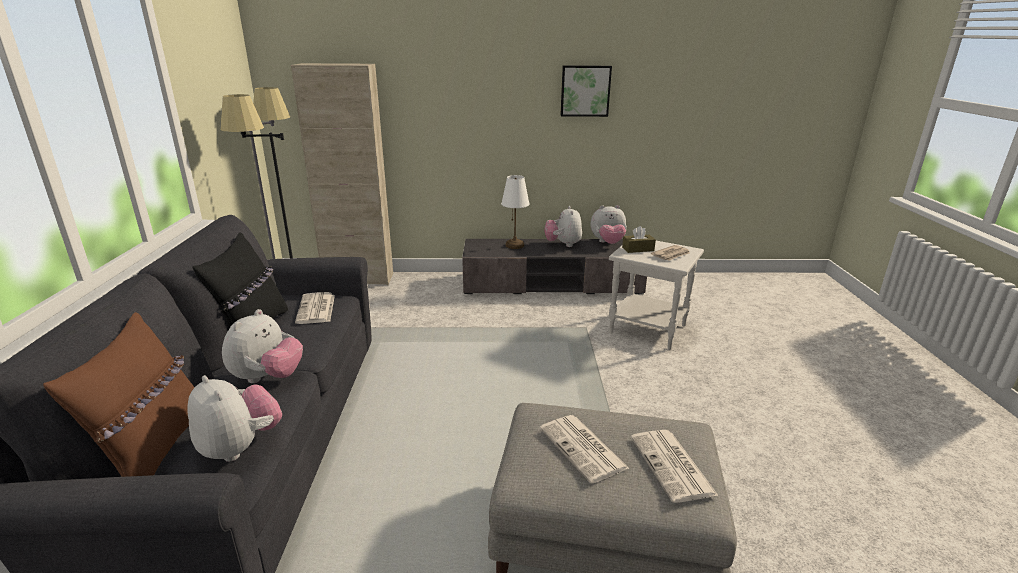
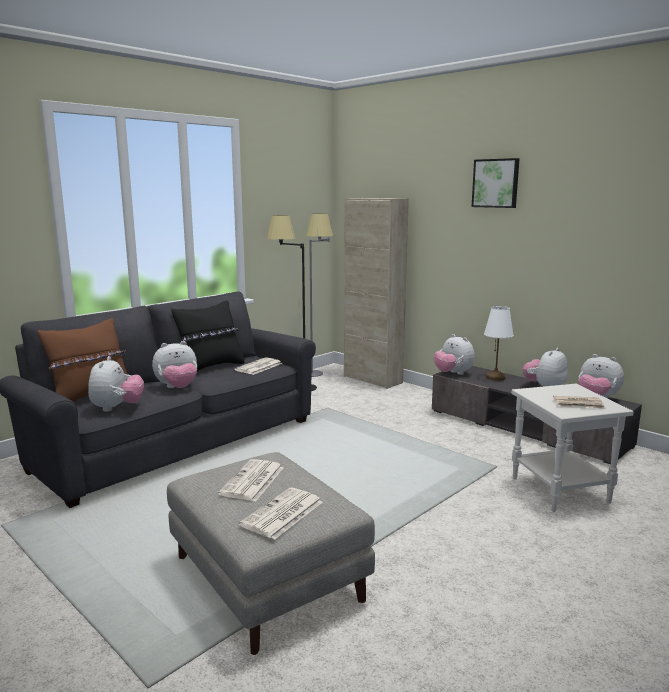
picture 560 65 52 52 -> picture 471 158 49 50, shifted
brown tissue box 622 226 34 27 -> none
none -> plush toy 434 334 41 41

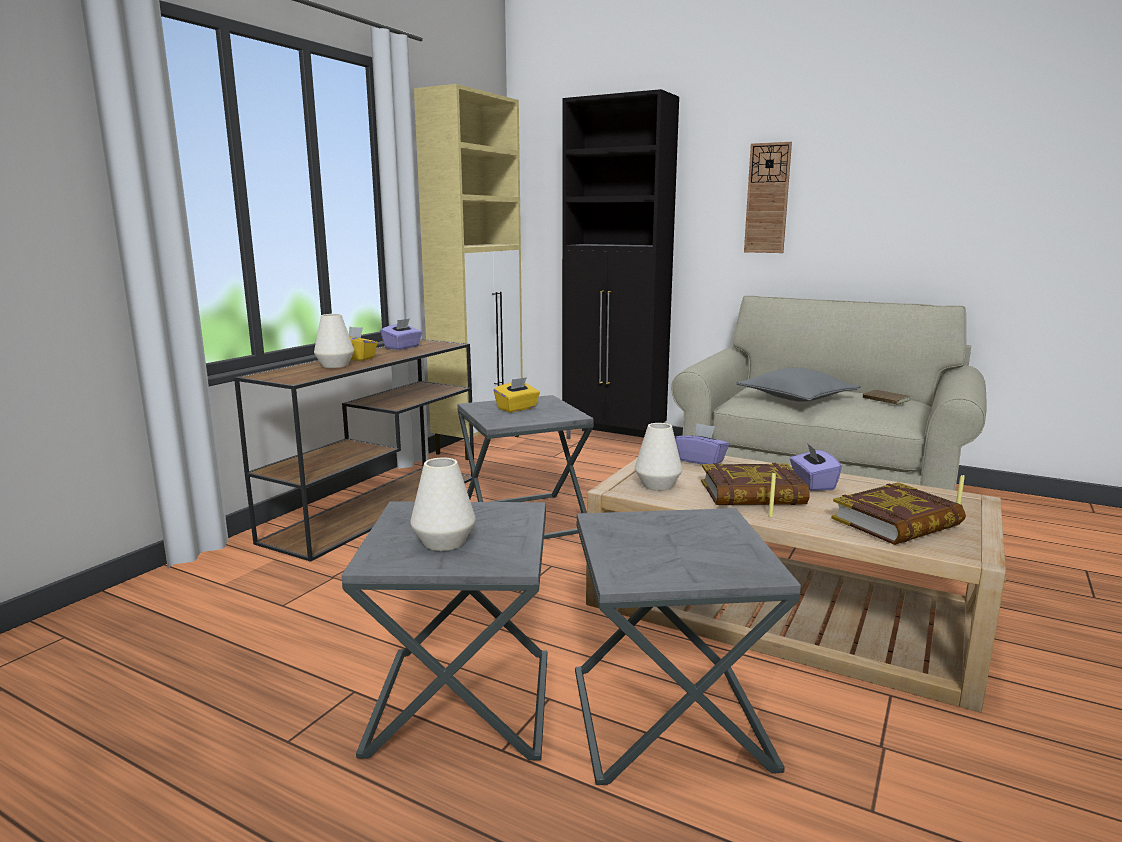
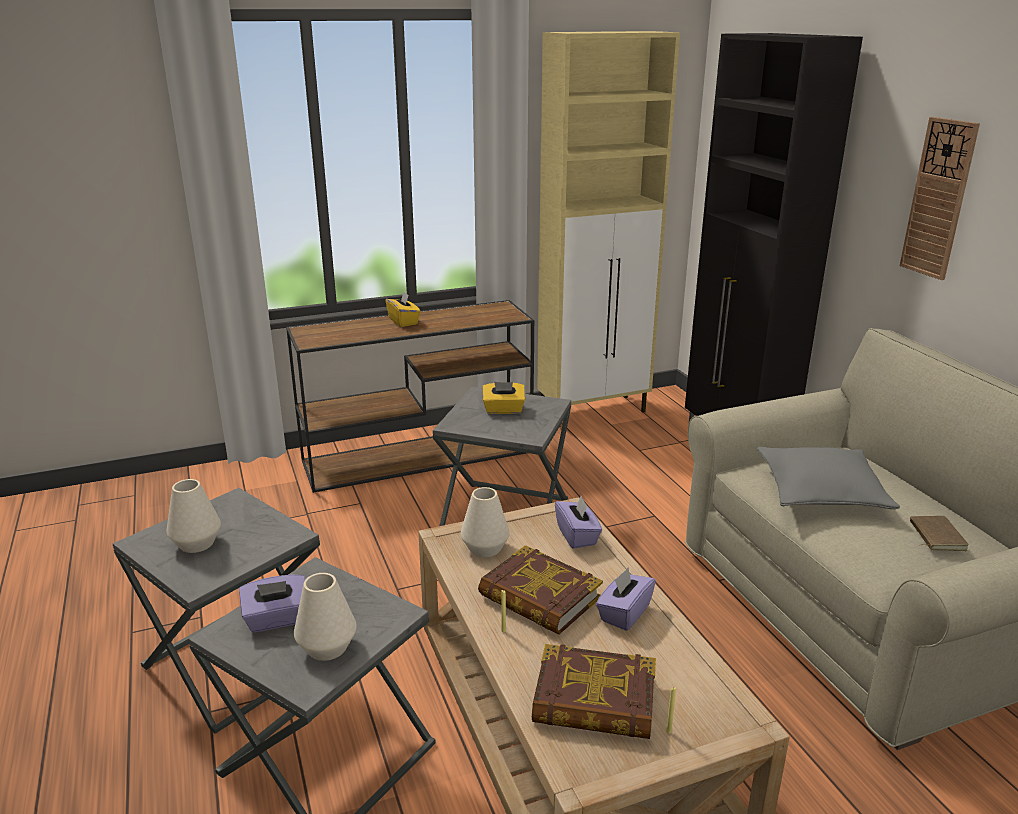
white vase 314 314 40 54 -> white vase 294 573 63 88, shifted
purple tissue box 380 318 42 32 -> purple tissue box 239 574 66 58, shifted

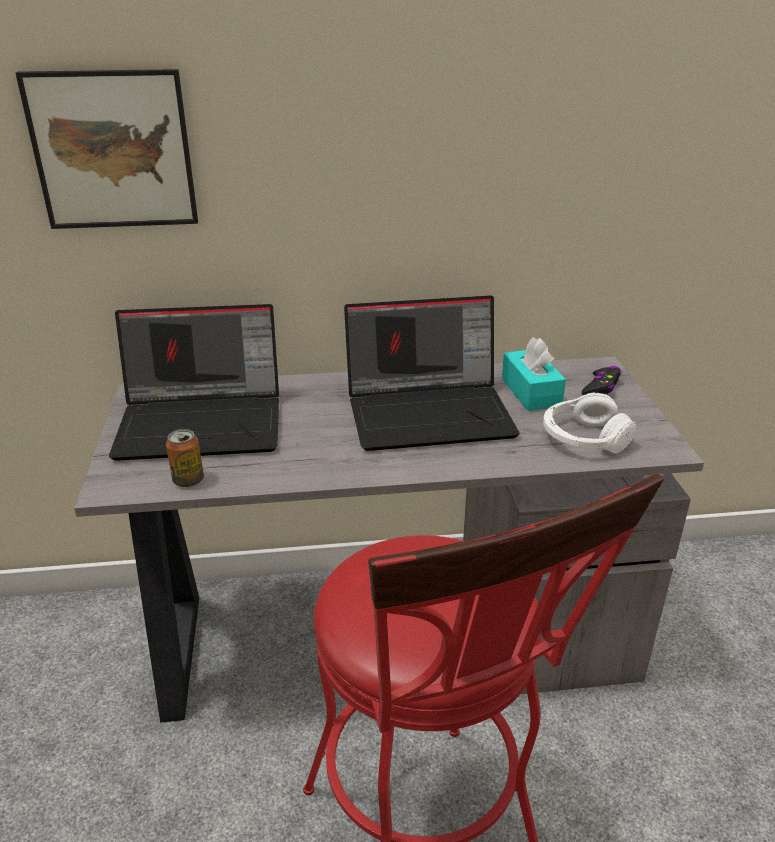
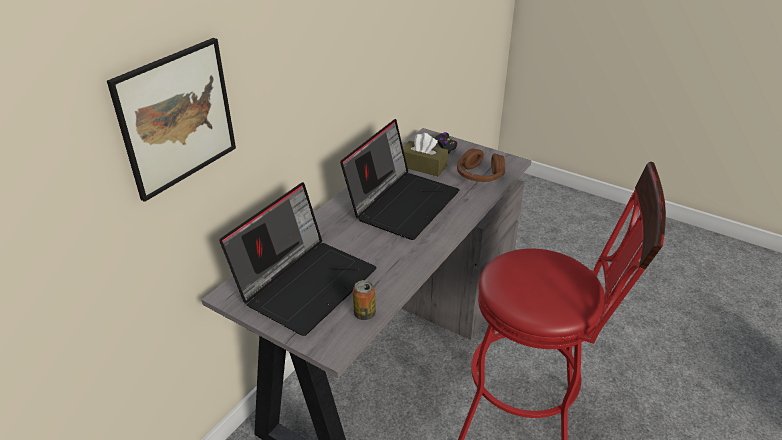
turquoise tissue box 502 337 64 74 -> brown tissue box 403 133 45 43
white headphones 543 393 94 60 -> brown headphones 457 148 48 34

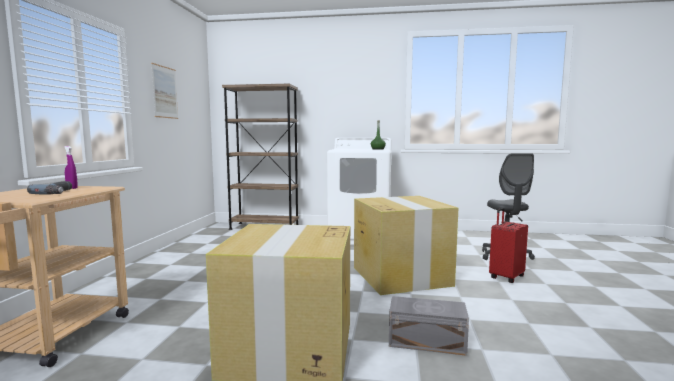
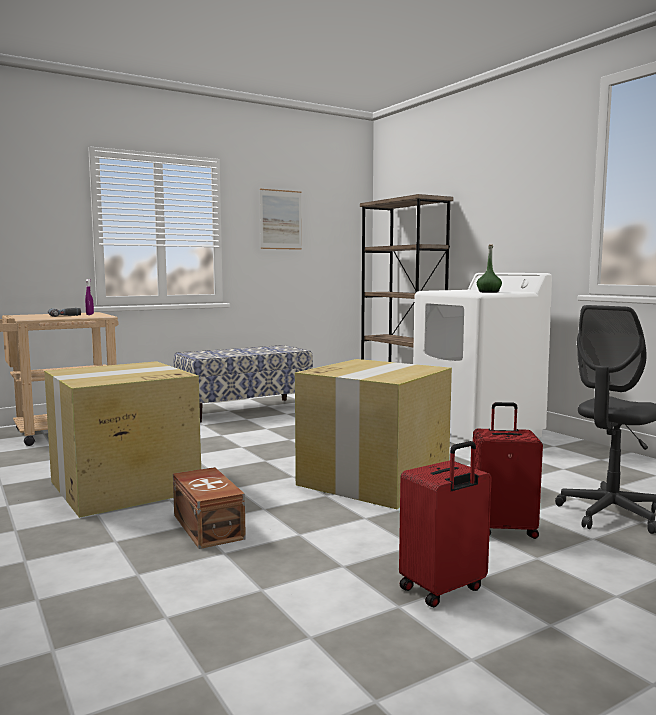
grey storage box 389 296 80 60 -> brown storage box 173 467 73 82
none -> bench 174 345 139 78
none -> red suitcase 399 441 92 166

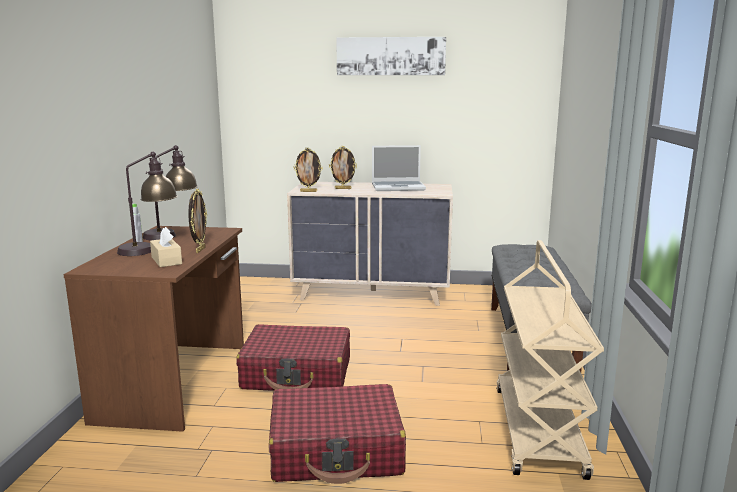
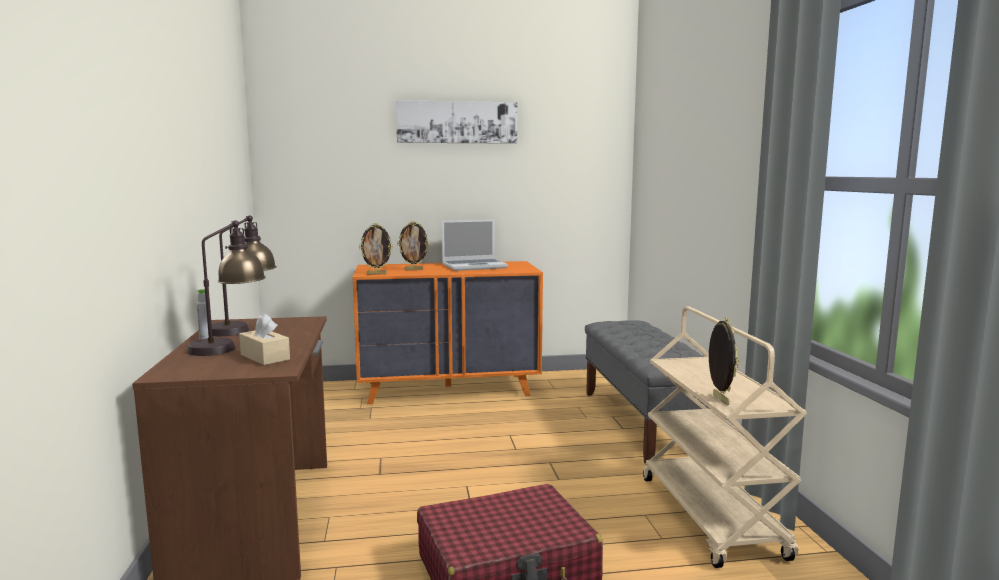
beige dresser 287 182 166 124 -> orange dresser 352 261 191 143
picture frame 188 189 19 64 -> picture frame 709 318 30 87, shifted
red suitcase 236 324 114 67 -> none

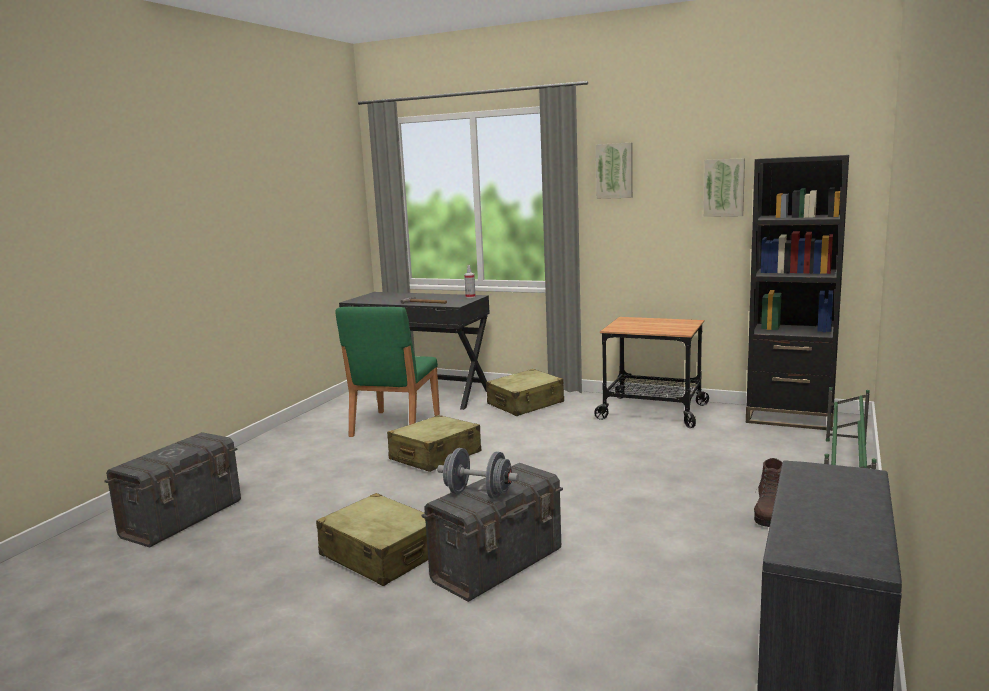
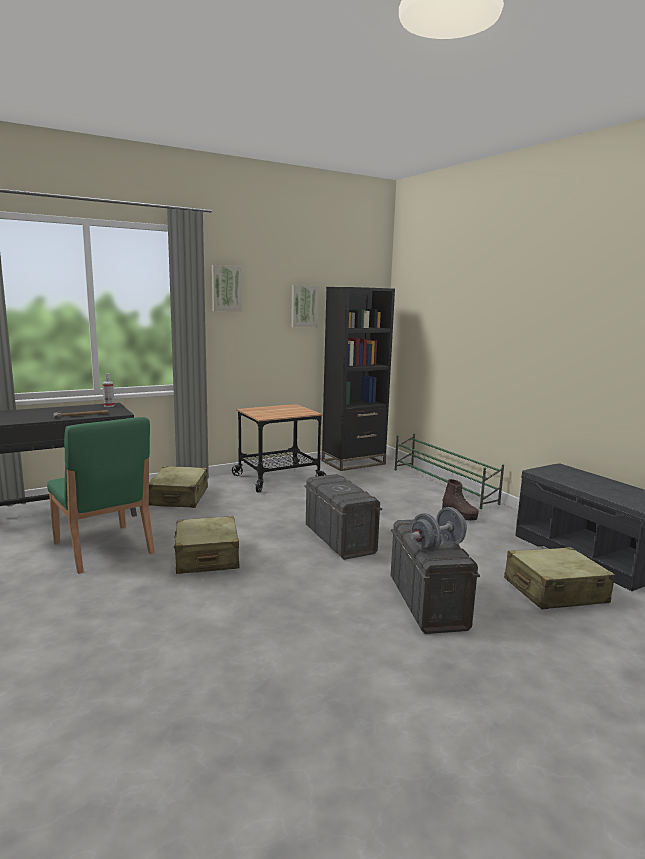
grey storage box 104 432 137 116 -> grey storage box 304 474 78 86, shifted
beige suitcase 316 493 112 93 -> beige suitcase 504 547 111 62, shifted

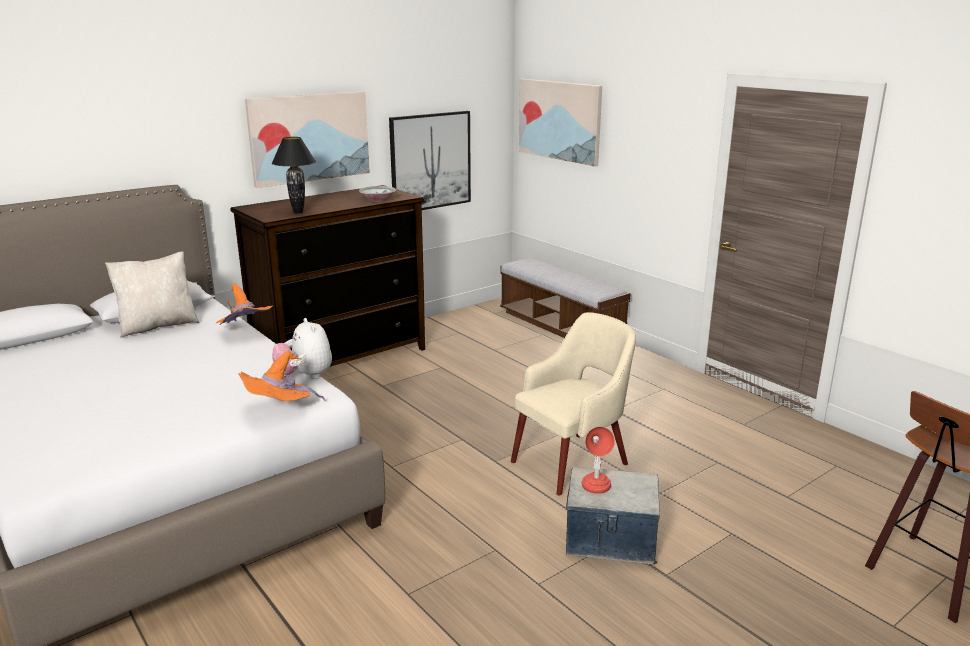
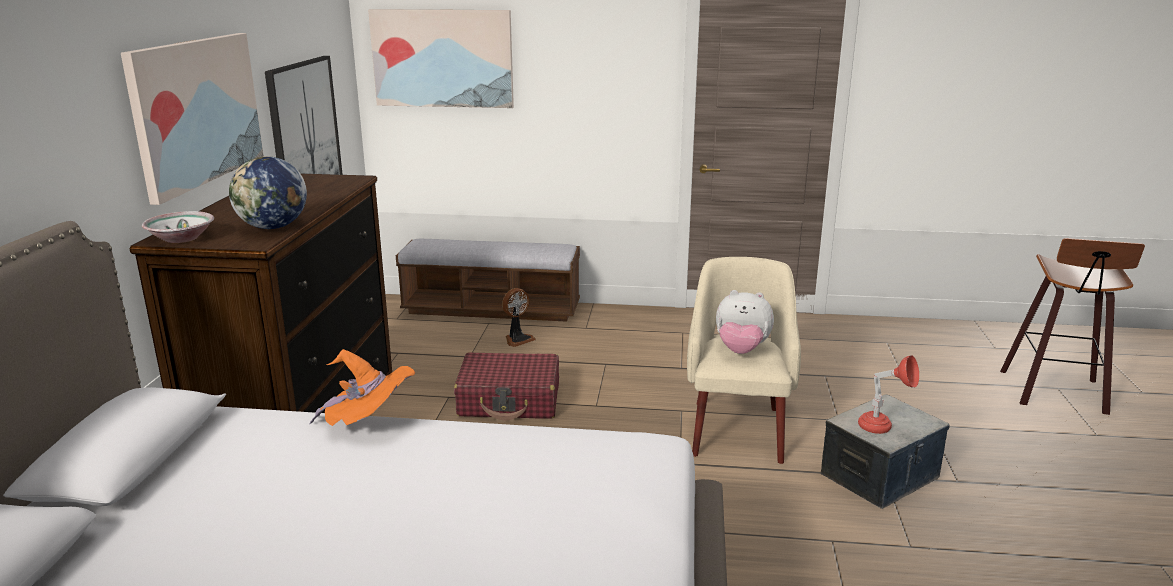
black table lamp 272 137 44 77 -> globe 229 156 78 73
bowl 359 186 37 16 -> bowl 142 211 72 32, shifted
beige pillow 105 251 94 87 -> none
plush toy 273 318 59 61 -> plush toy 716 290 58 64, shifted
orange hat 238 350 88 51 -> none
none -> fan 502 288 34 59
none -> red suitcase 454 352 105 68

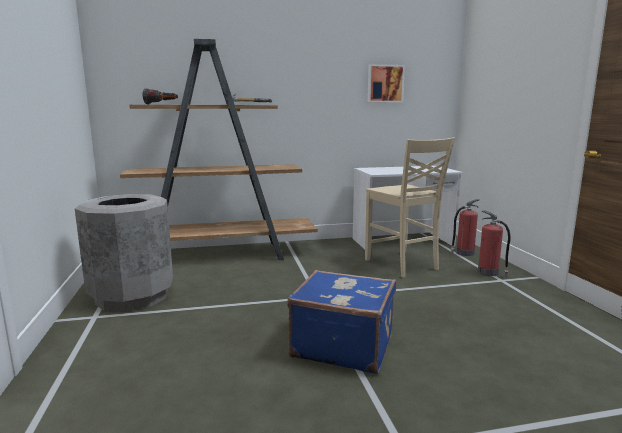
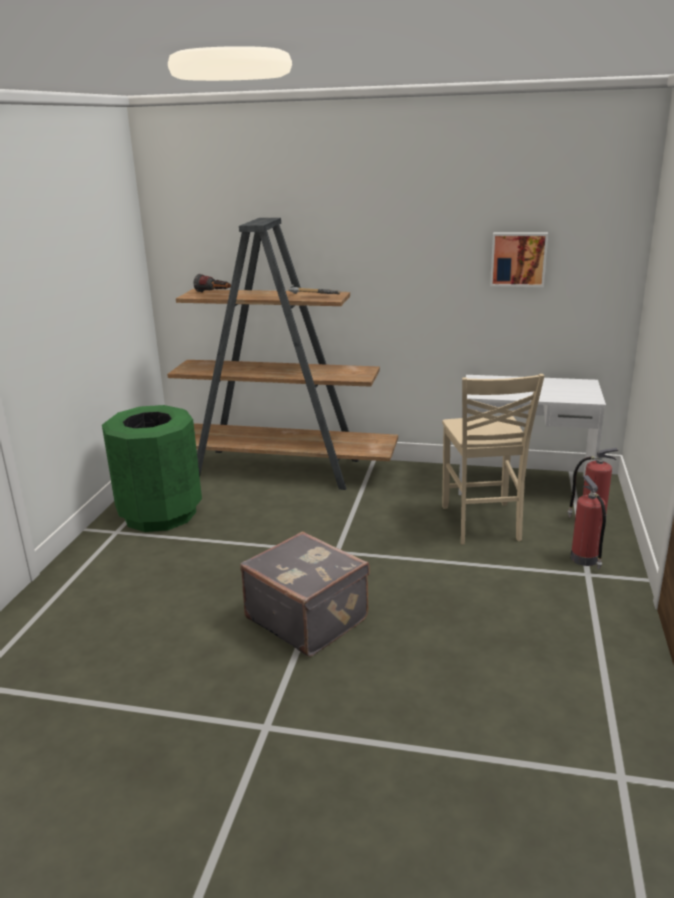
grey trash can 75 194 98 118 -> green trash can 102 405 100 127
blue suitcase 287 270 109 104 -> grey suitcase 240 531 130 126

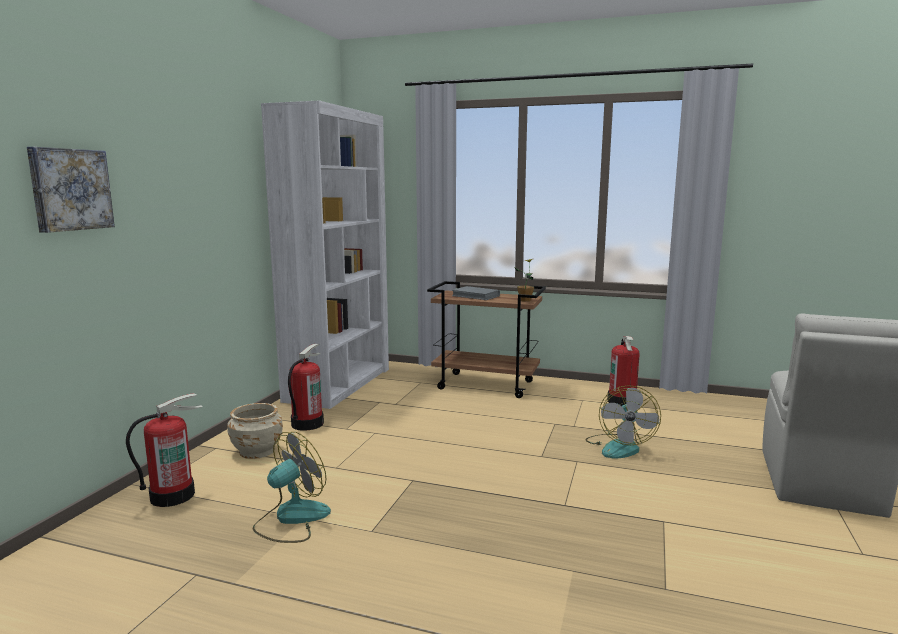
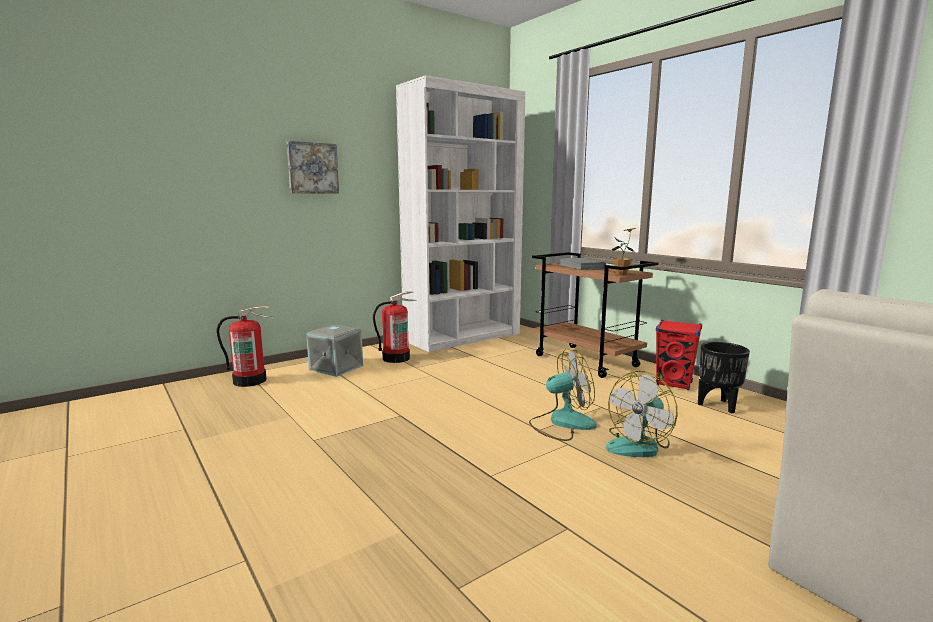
picture 27 147 88 86 -> picture 287 141 52 53, shifted
fire extinguisher 607 336 33 70 -> black planter 698 342 52 71
beige planter 227 403 56 56 -> grey storage box 306 324 57 53
fan 253 432 78 111 -> fan 529 349 68 92, shifted
none -> red speaker 656 320 46 70

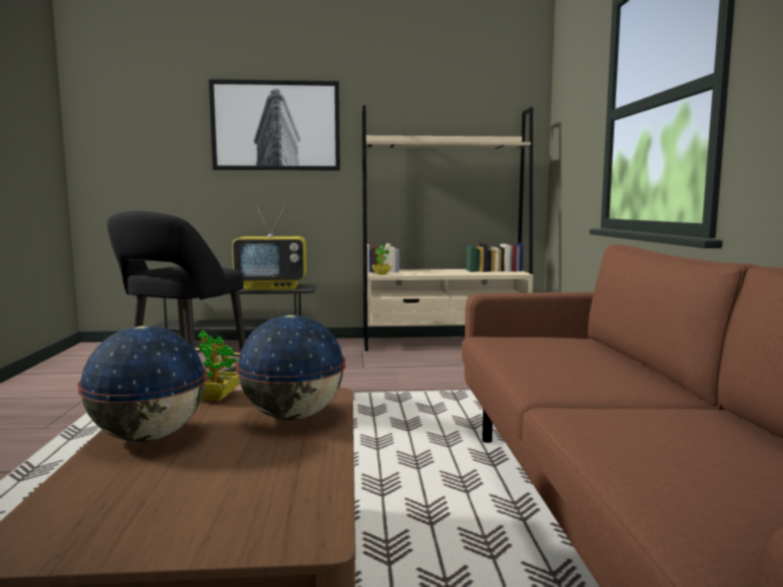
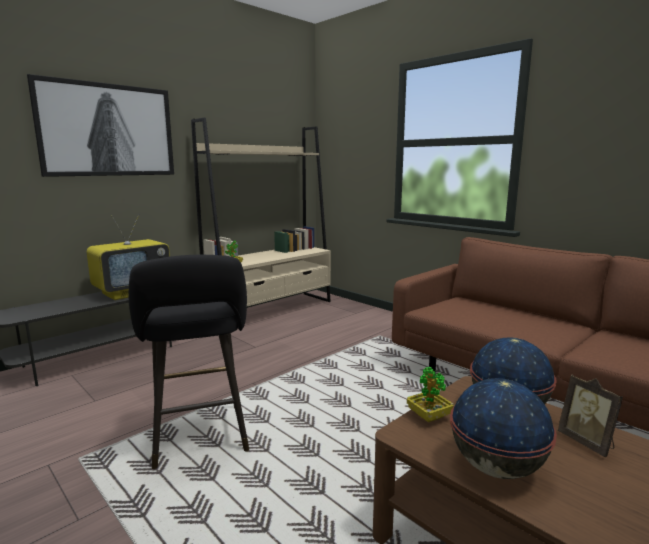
none -> picture frame 558 375 65 82

